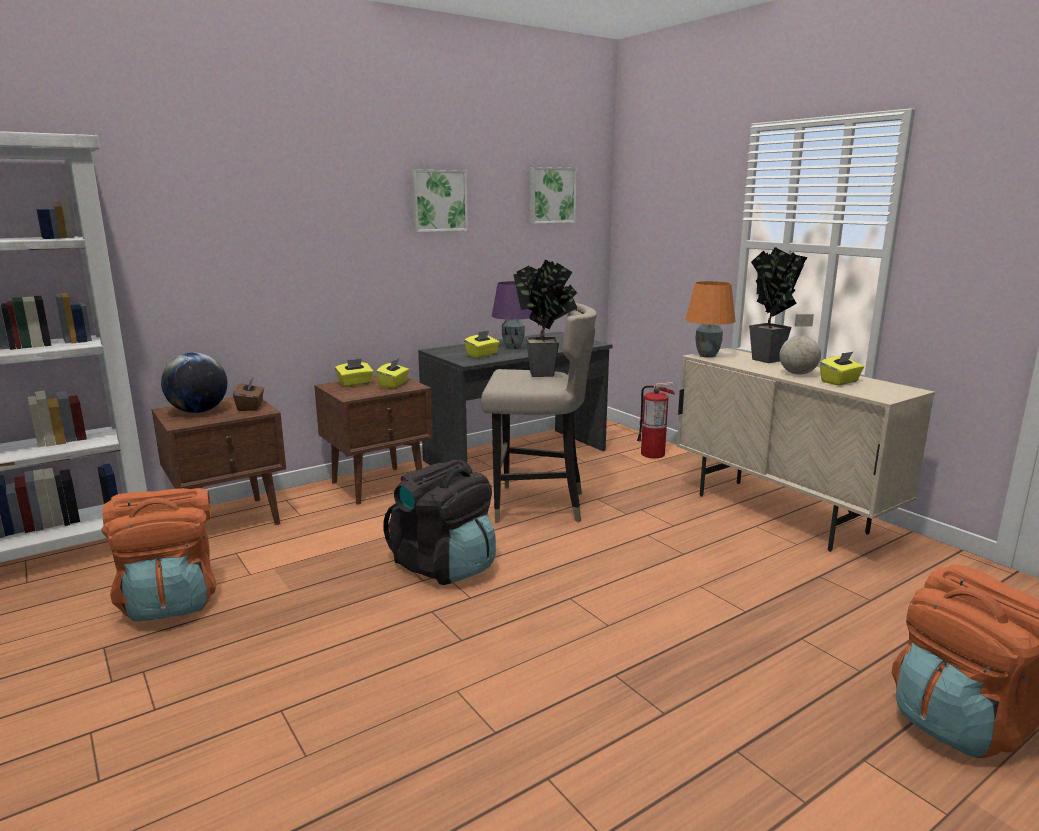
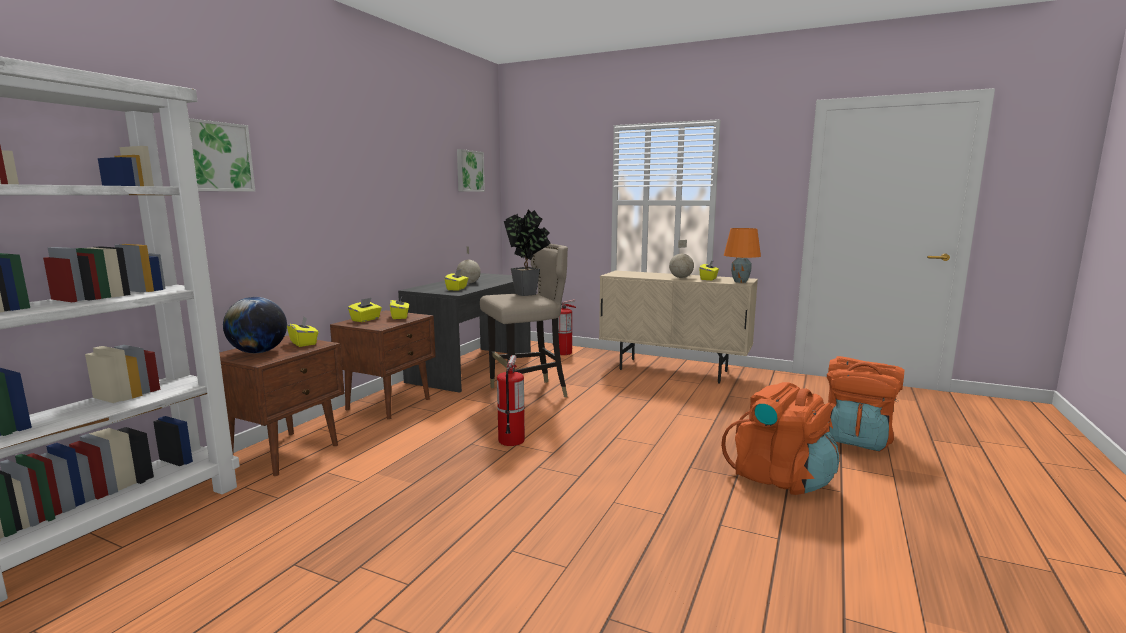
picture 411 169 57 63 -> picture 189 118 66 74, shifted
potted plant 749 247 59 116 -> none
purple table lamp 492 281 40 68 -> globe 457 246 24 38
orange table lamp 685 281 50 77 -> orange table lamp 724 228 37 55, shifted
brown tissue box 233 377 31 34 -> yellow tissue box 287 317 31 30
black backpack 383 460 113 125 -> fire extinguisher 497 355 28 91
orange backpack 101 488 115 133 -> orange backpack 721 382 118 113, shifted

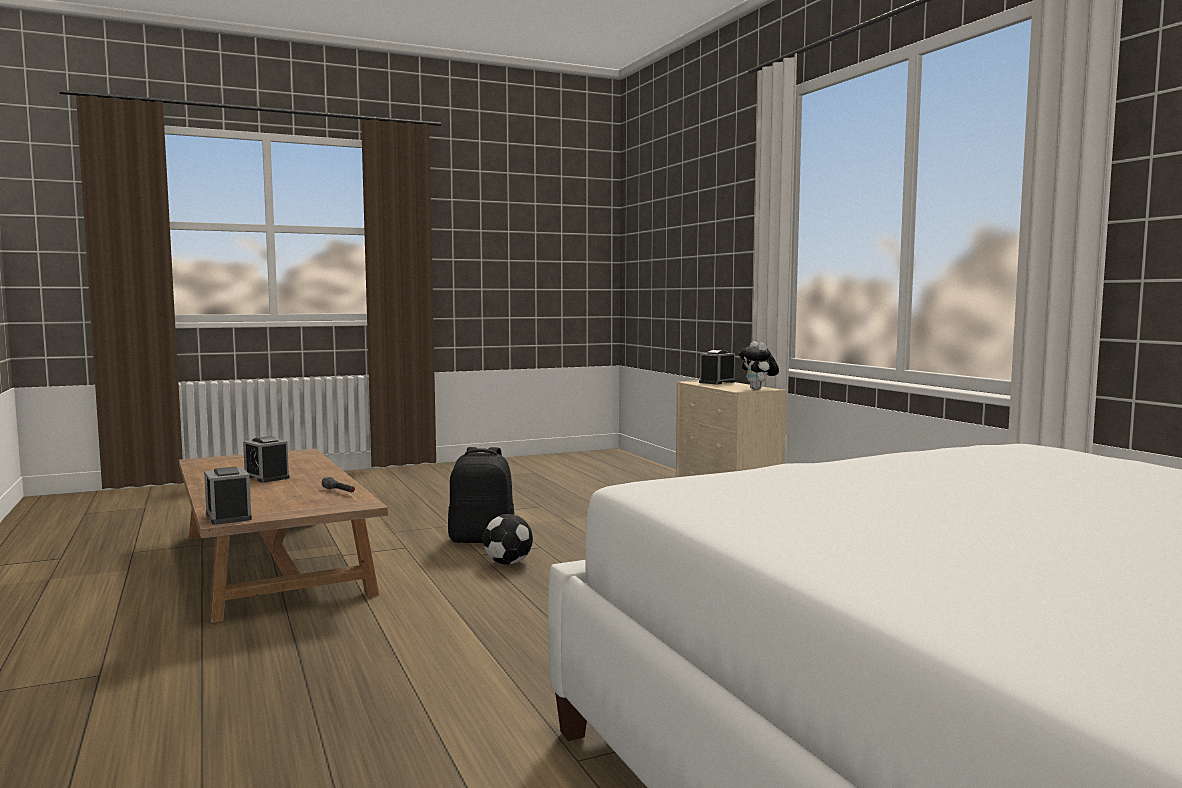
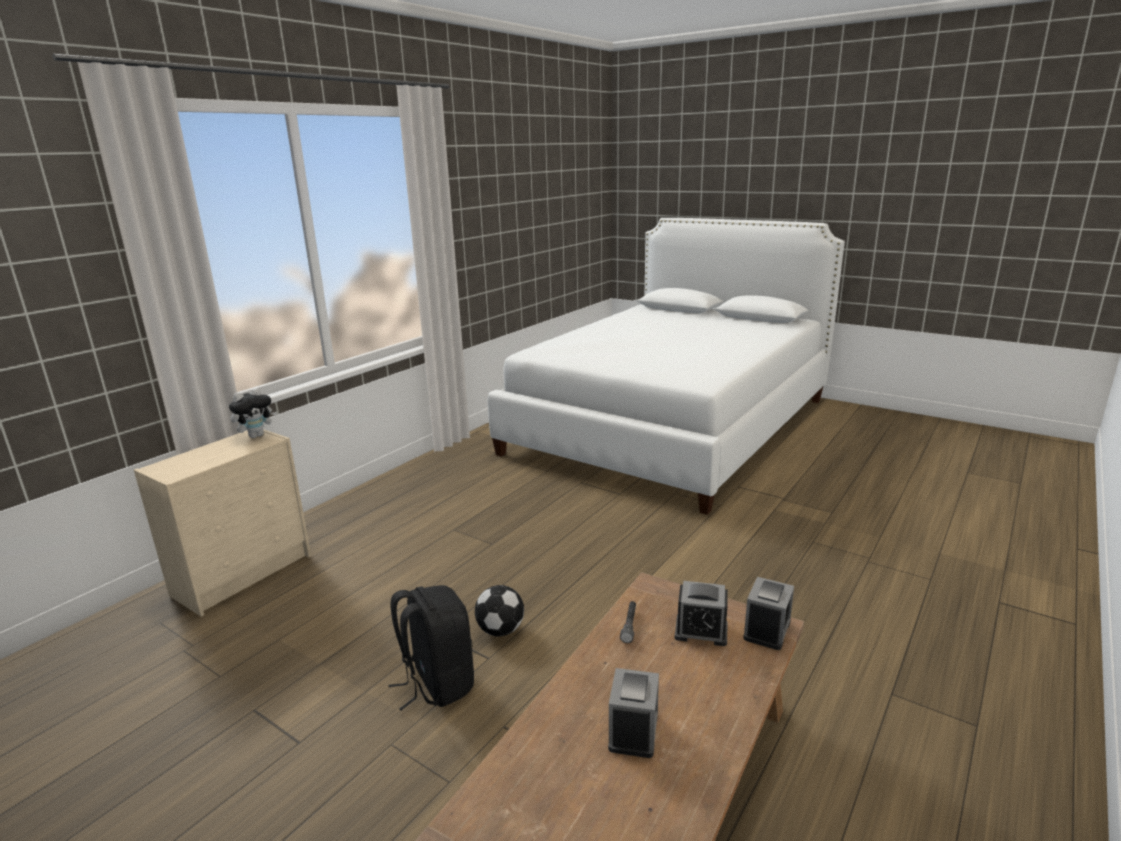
alarm clock 699 350 36 34 -> alarm clock 675 581 53 65, shifted

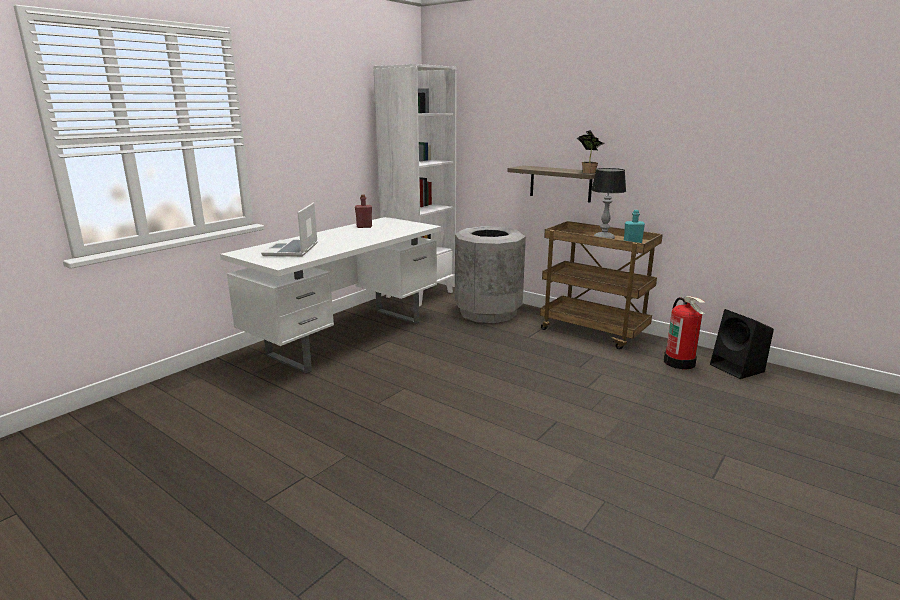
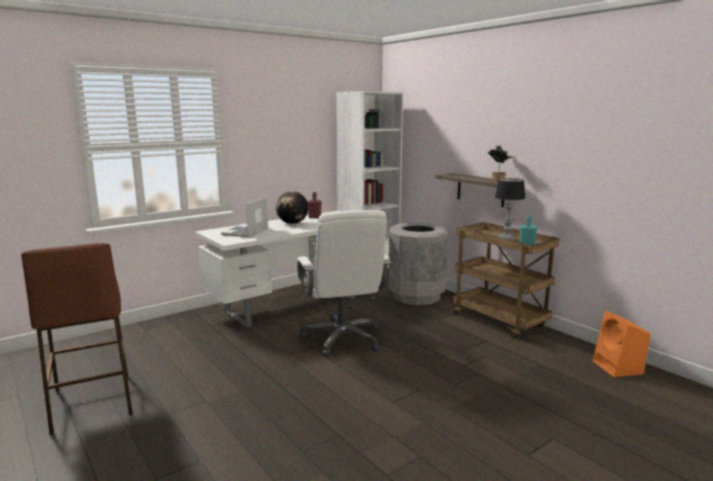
fire extinguisher 664 296 41 73 -> none
black speaker 710 309 64 70 -> orange speaker 593 311 57 66
none -> globe 276 191 32 33
none -> white office chair 297 210 94 147
none -> brown stool 21 243 112 192

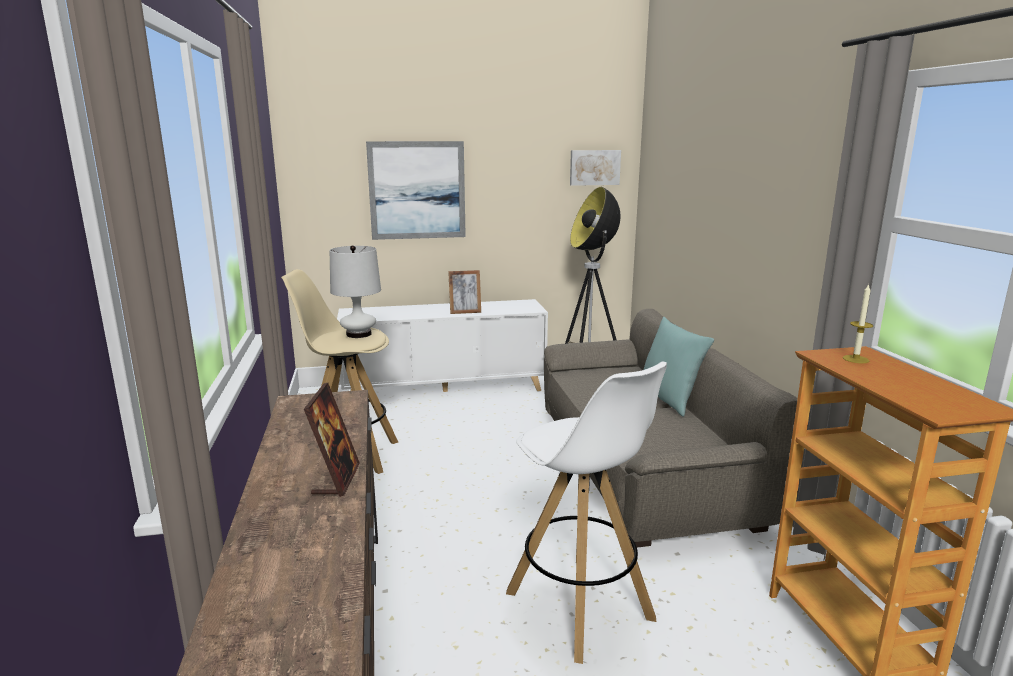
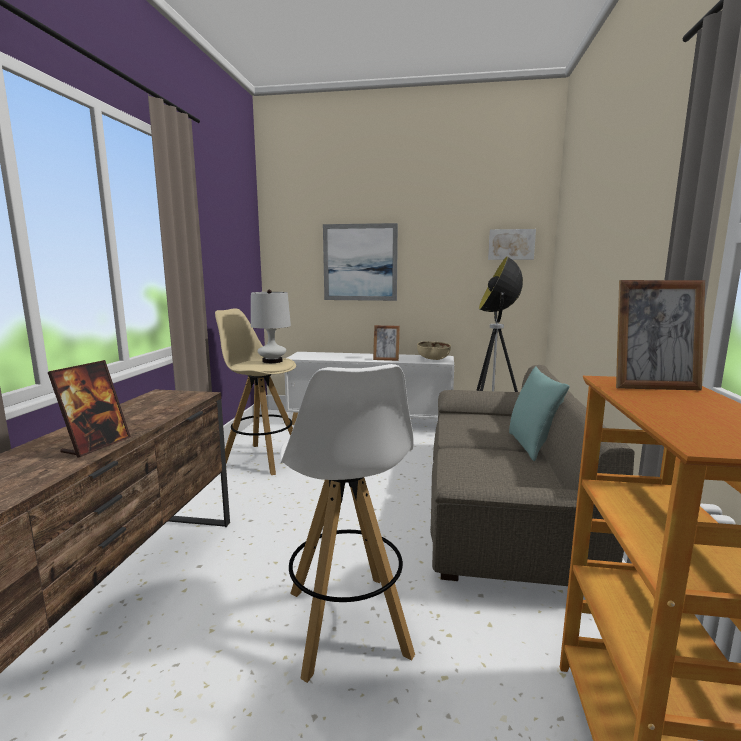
candle 843 284 30 79 -> picture frame 616 280 89 111
none -> beige bowl 417 341 34 19

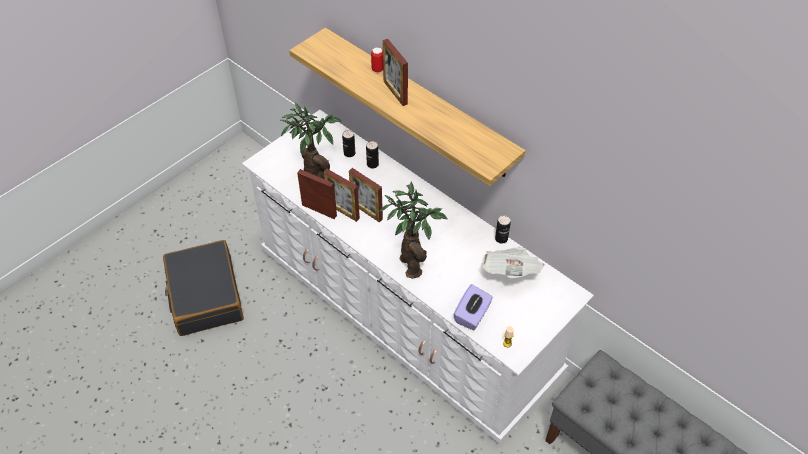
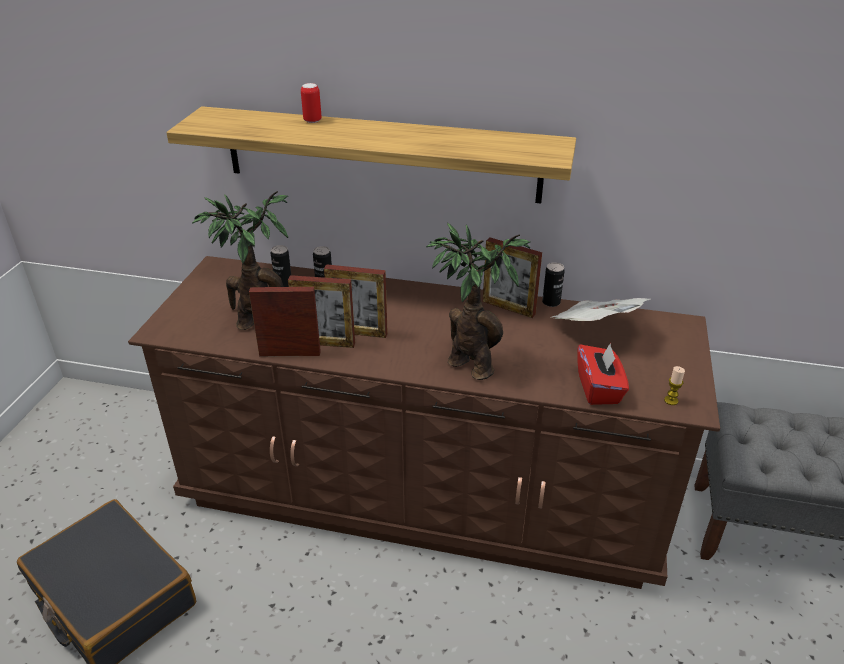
picture frame 383 39 25 67 -> picture frame 483 238 59 80, shifted
white dresser 242 110 352 334 -> brown dresser 128 256 592 333
purple tissue box 453 284 40 46 -> red tissue box 577 343 52 62

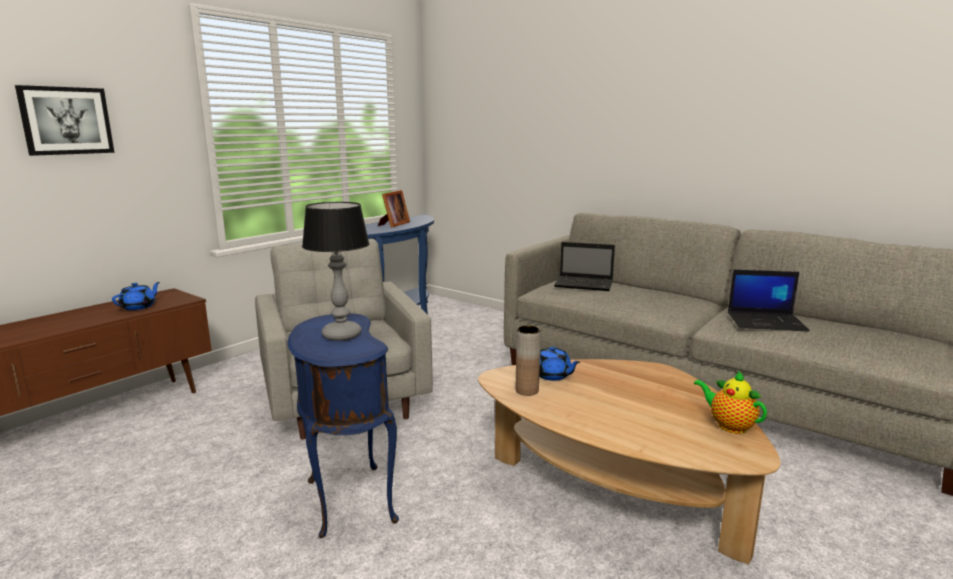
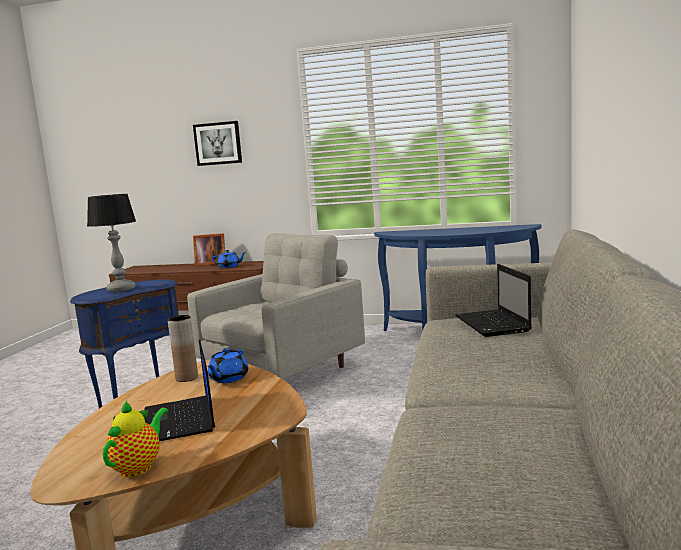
picture frame 378 190 32 38 -> picture frame 193 233 32 33, shifted
laptop 728 270 82 61 -> laptop 144 340 71 102, shifted

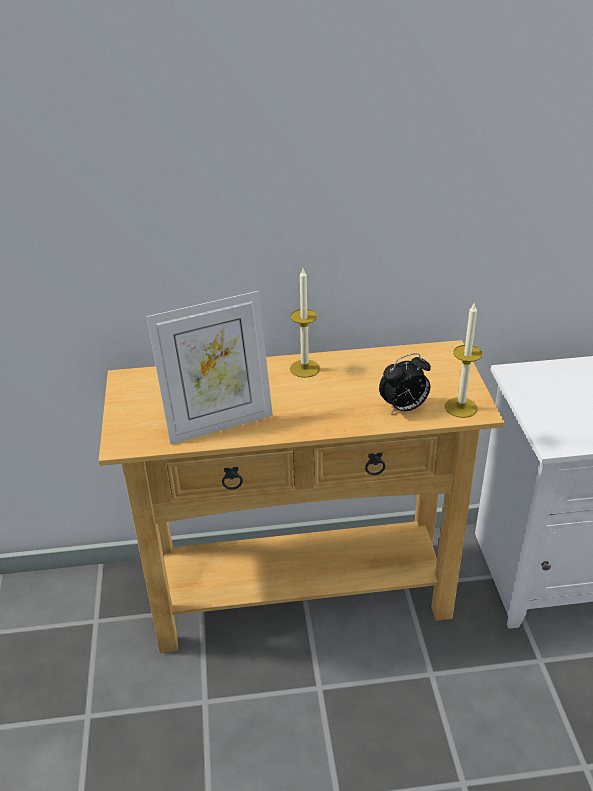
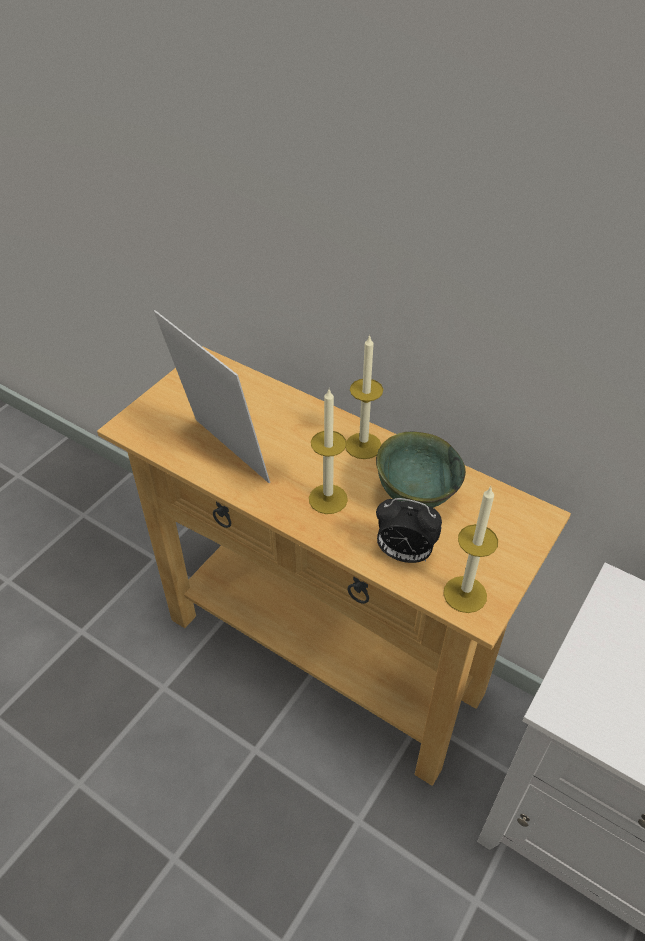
picture frame 147 291 126 153 -> picture frame 154 310 116 173, 150 degrees counterclockwise
none -> candle 309 389 39 125
none -> green bowl 376 432 90 76

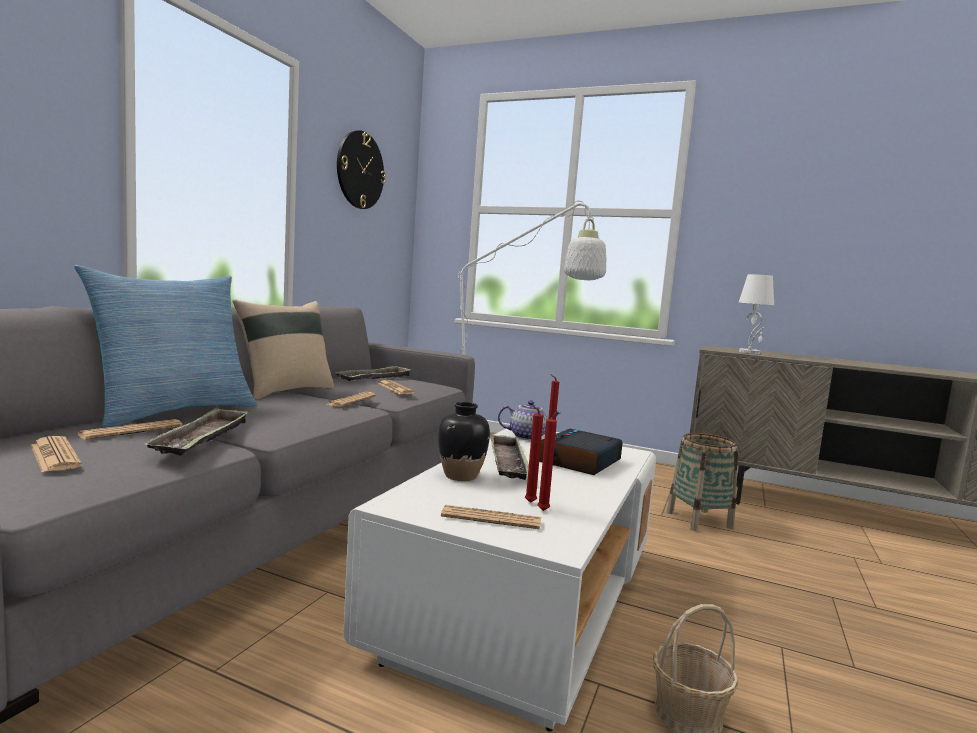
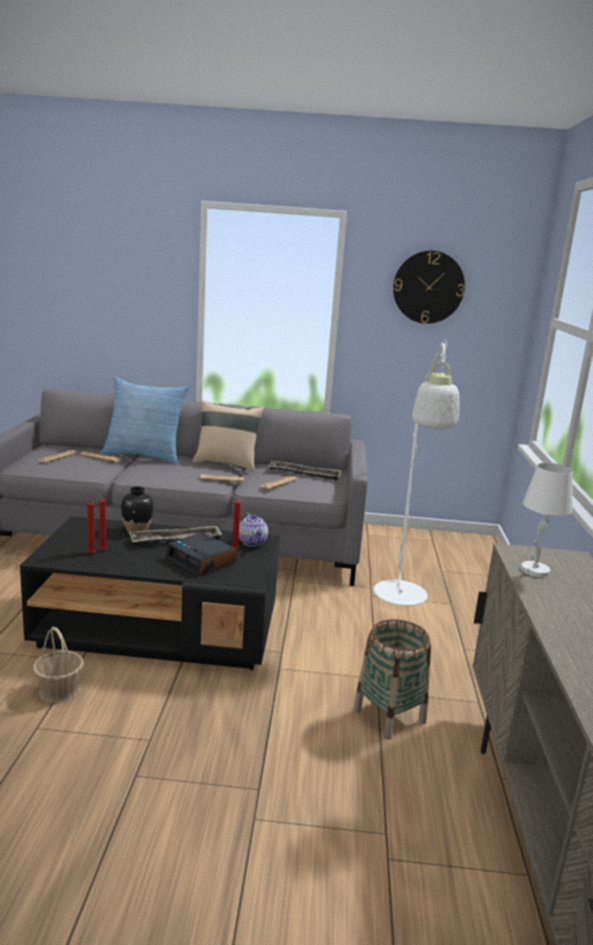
tray 145 407 104 49 -> none
white coffee table 343 429 313 302 -> black coffee table 20 516 259 154
alarm clock 539 429 84 46 -> alarm clock 166 533 71 43, 150 degrees counterclockwise
newspaper 441 505 100 25 -> none

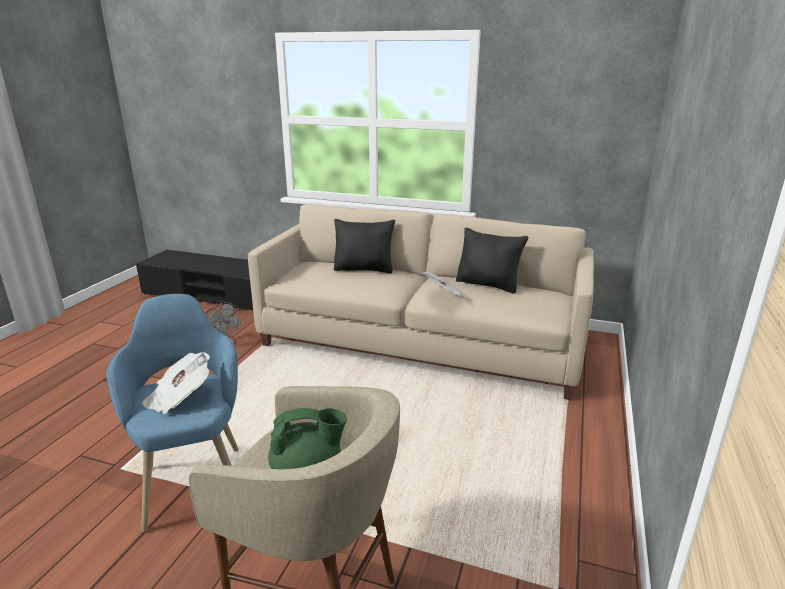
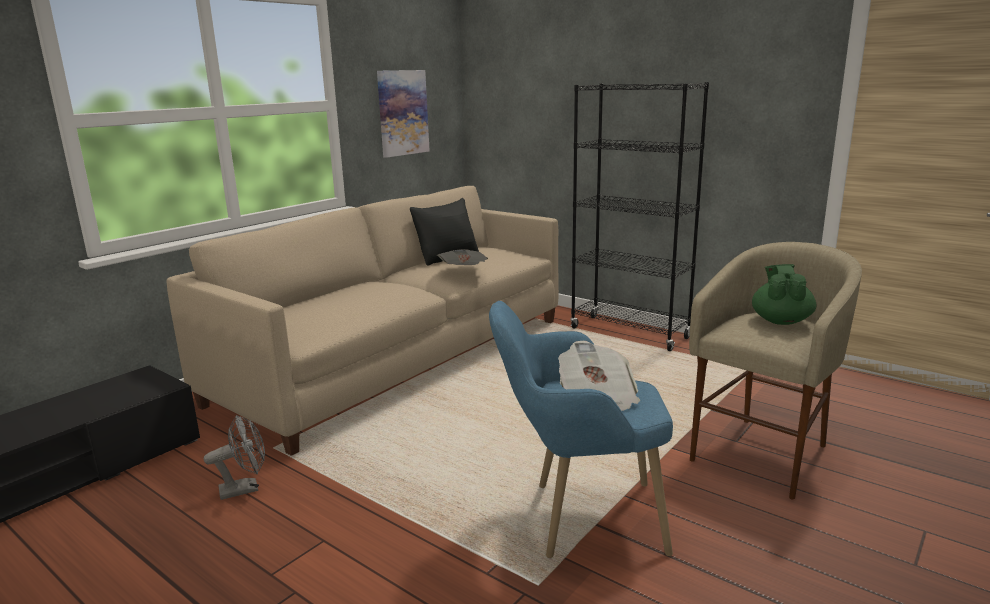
black pillow 334 219 61 54 -> none
none -> picture 377 70 53 88
none -> black bookcase 570 82 139 269

